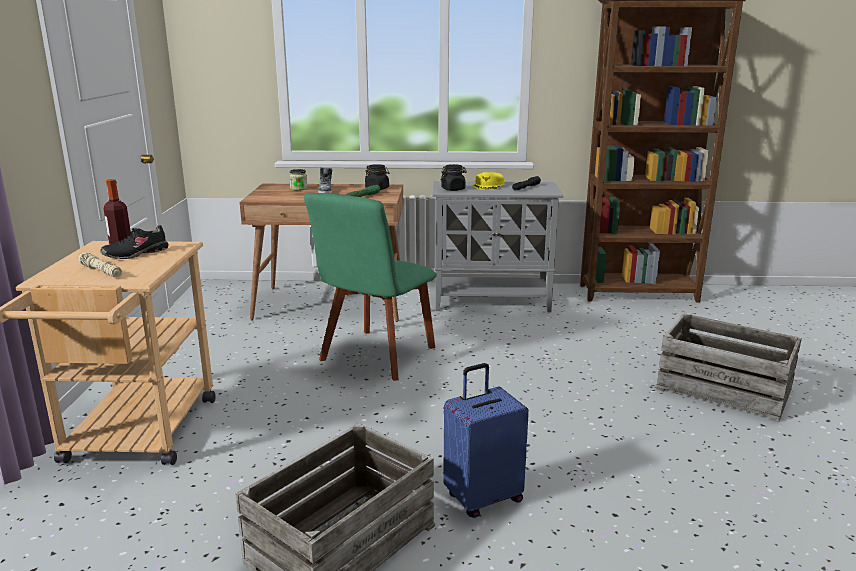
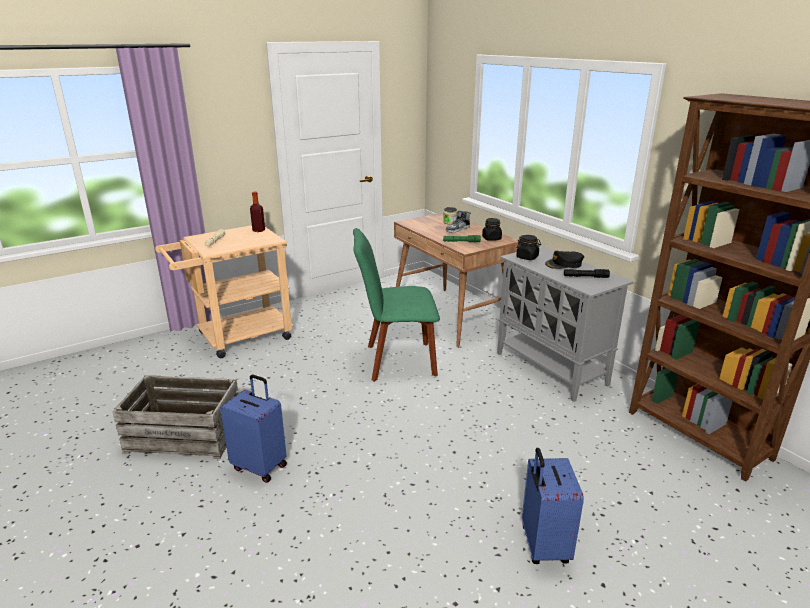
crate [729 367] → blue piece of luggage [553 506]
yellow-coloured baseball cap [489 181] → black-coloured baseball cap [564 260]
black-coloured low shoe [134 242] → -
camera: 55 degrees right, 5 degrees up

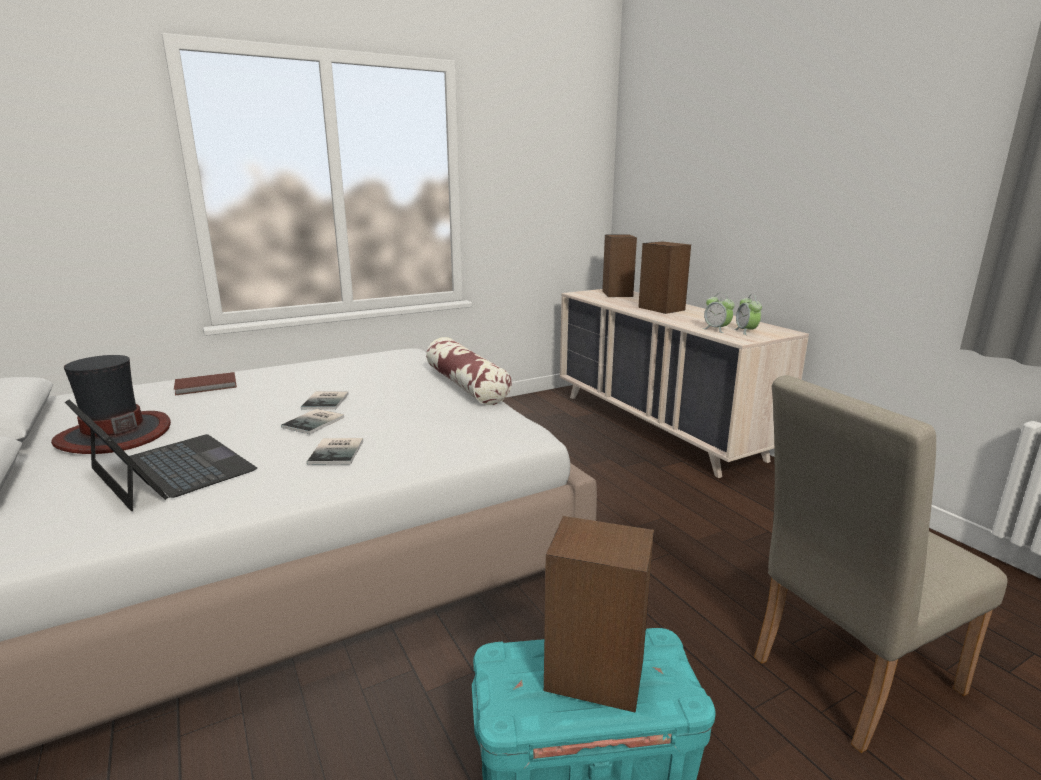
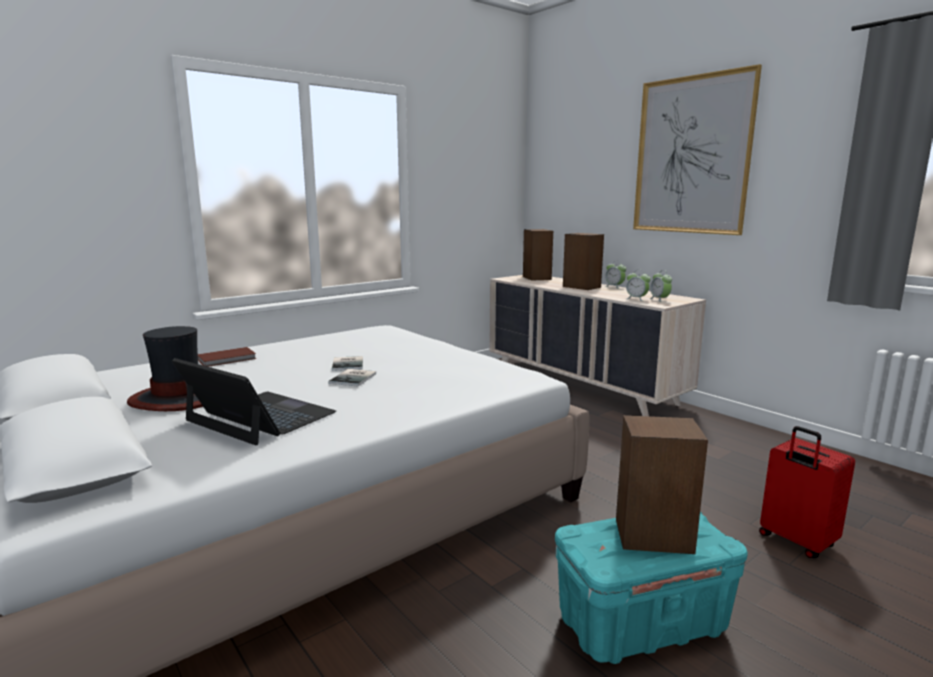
- → table clock [615 275]
- → wall art [697 149]
beige plain chair [881 564] → red piece of luggage [807 492]
volume [335 451] → -
pillow [469 371] → -
camera: 10 degrees left, 5 degrees down

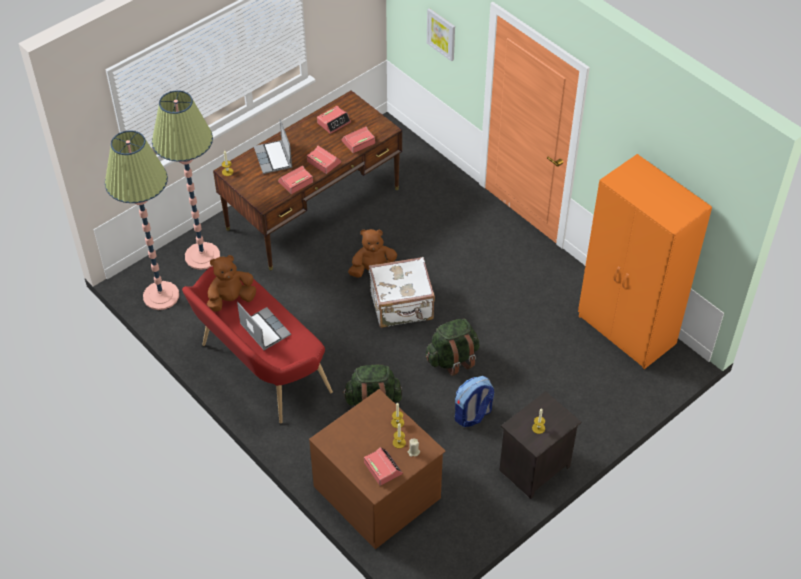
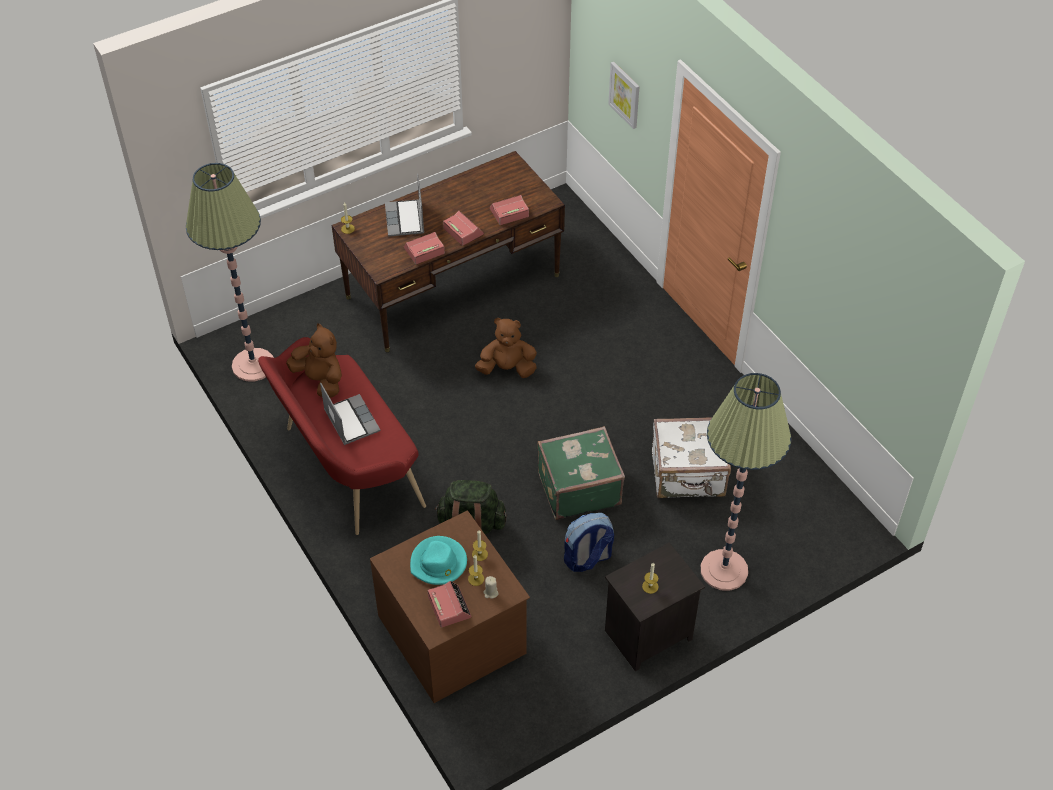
brown soft toy [231 283] → brown soft toy [314 360], 60 degrees clockwise
- → turquoise-coloured wearable hat [438 560]
green backpack [453 347] → green piece of luggage [581 473]
white piece of luggage [402 292] → white piece of luggage [691 458], move
floor lamp [186 180] → floor lamp [746 482], move
table clock [334 120] → -
orange wardrobe [645 261] → -
camera: 10 degrees right, 0 degrees up

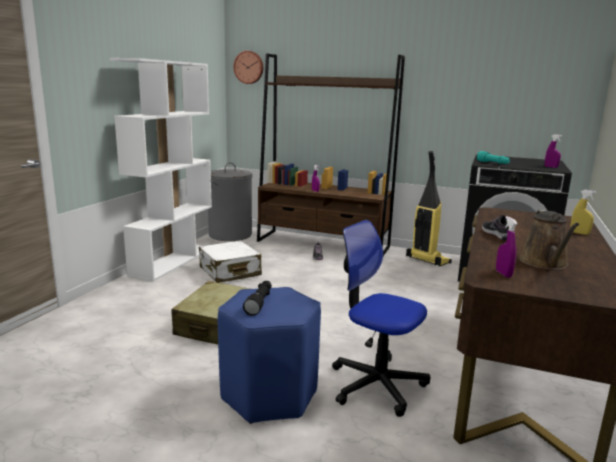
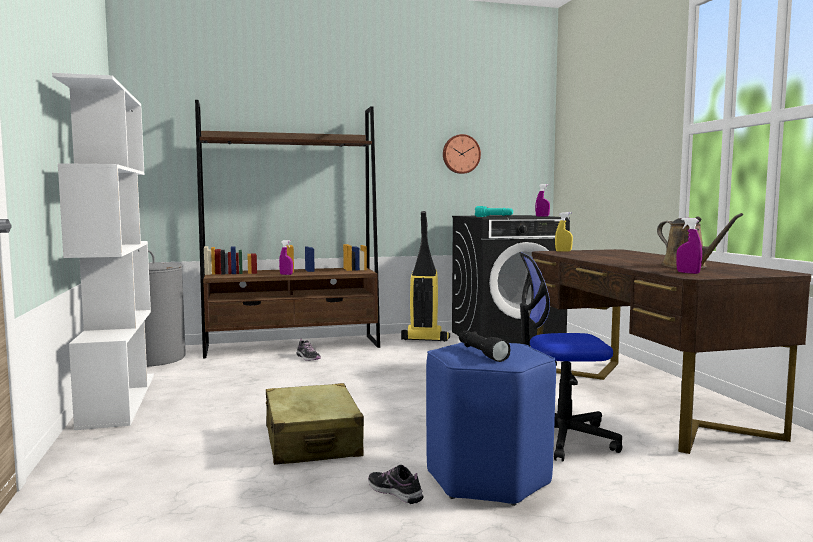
low shoe [495 228] → low shoe [395 484], move
clock on the wall [248 67] → clock on the wall [462 154], move
yellow-coloured spray bottle [583 212] → yellow-coloured spray bottle [564 232], move
white piece of luggage [230 261] → -
camera: 35 degrees left, 10 degrees down

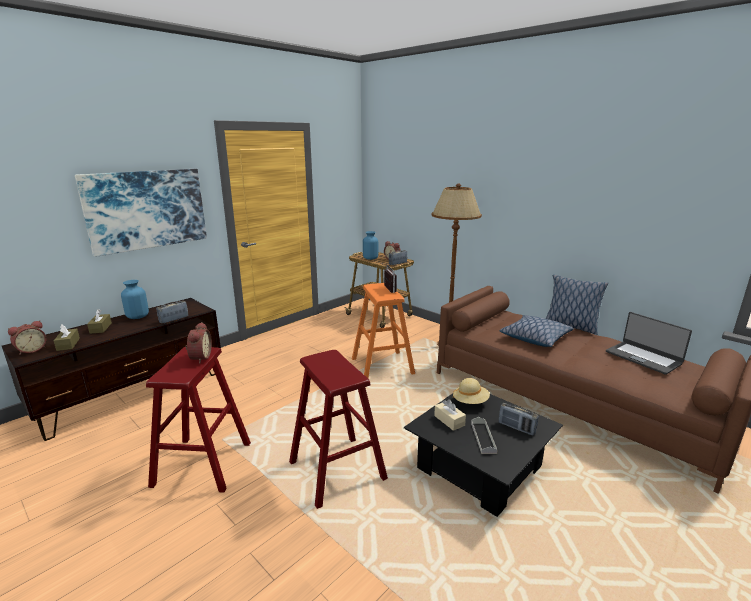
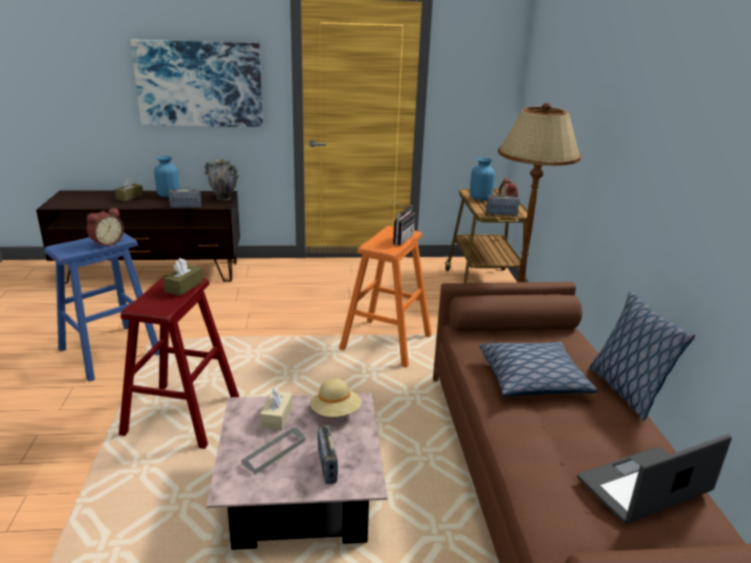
red sitting stool [198 420] → blue sitting stool [102 307]
brown tissue holder [67 338] → brown tissue holder [183 277], move
- → vase [221 180]
black-coloured lounge table [483 455] → pink lounge table [297 471]
laptop [649 343] → laptop [654 478], 60 degrees clockwise
table clock [27 337] → -
camera: 40 degrees right, 5 degrees up

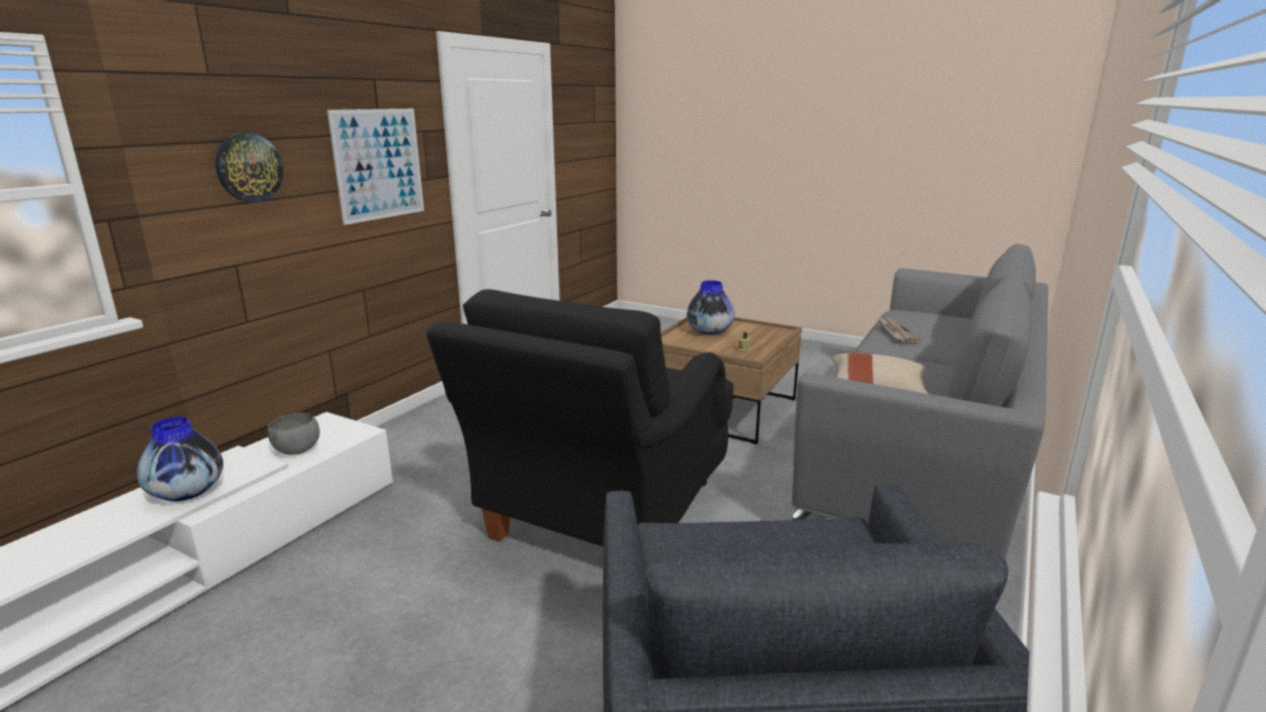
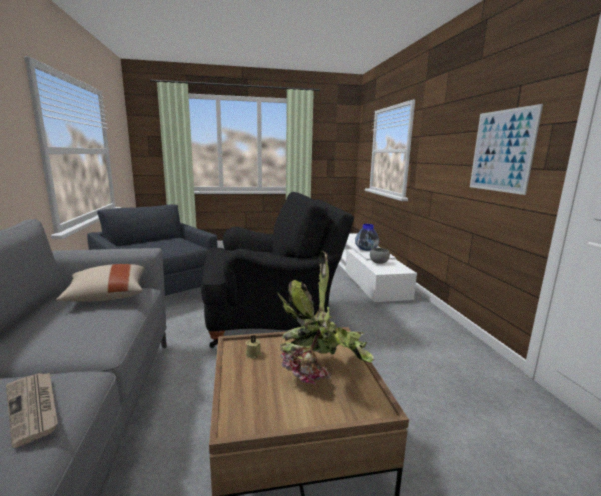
black-coloured armchair [579 418] → black-coloured armchair [277 270], 90 degrees clockwise
vase [711 307] → houseplant [326 317]
clock on the wall [249 167] → -
camera: 140 degrees right, 5 degrees down

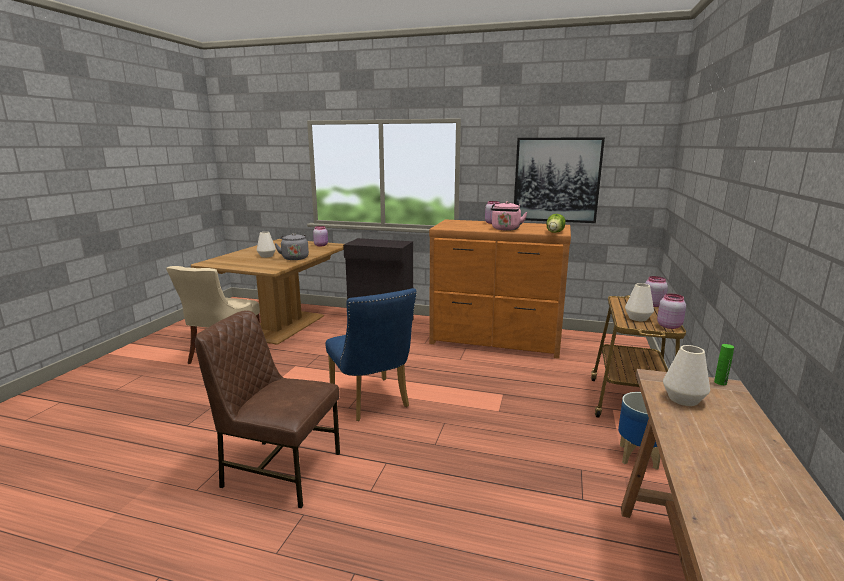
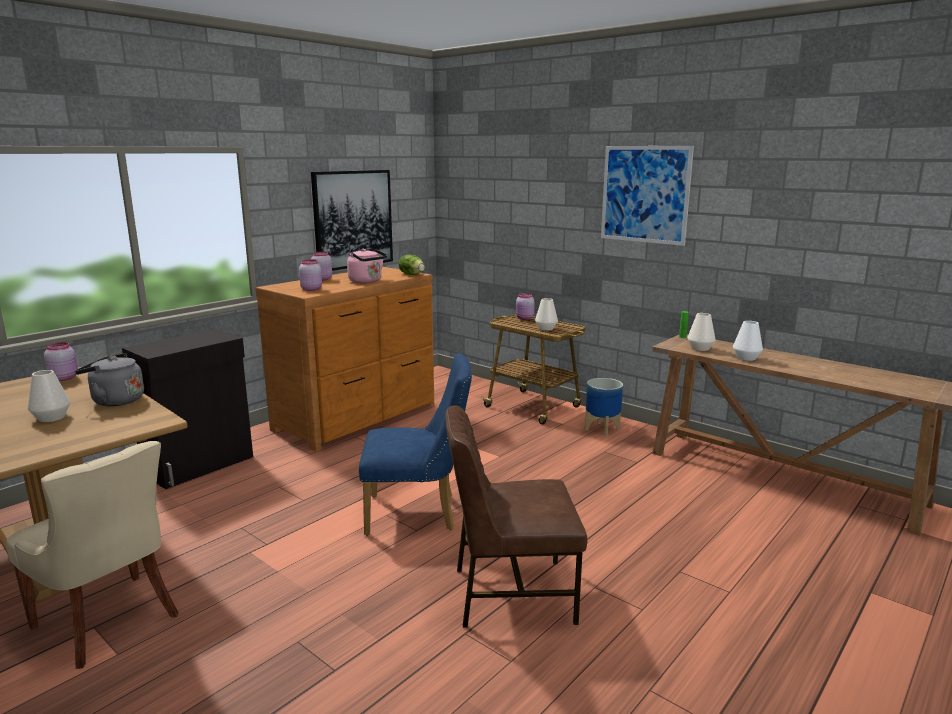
pink storage jar [671 311] → pink storage jar [310 275], move
brown plain chair [267 409] → brown plain chair [516 516], 45 degrees clockwise
- → wall art [647 196]
- → white vase [748 341]
camera: 65 degrees left, 0 degrees up

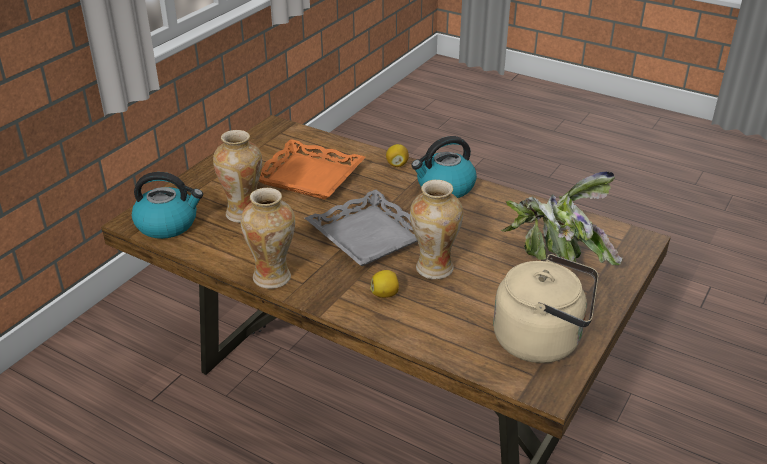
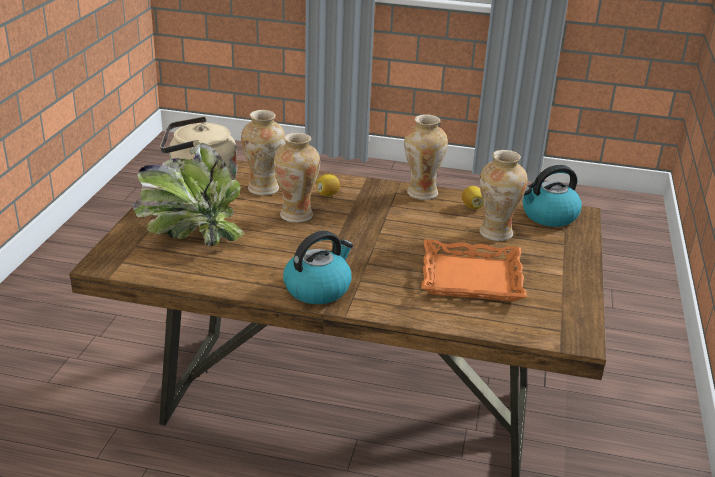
- → vase [263 153]
whole lemon [397 155] → whole lemon [473 197], move
greyish tray [361 227] → -
camera: 160 degrees right, 5 degrees down

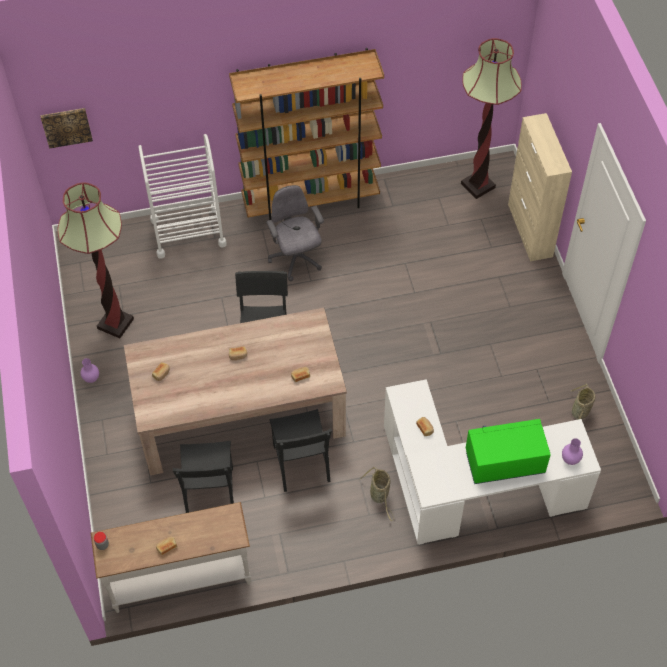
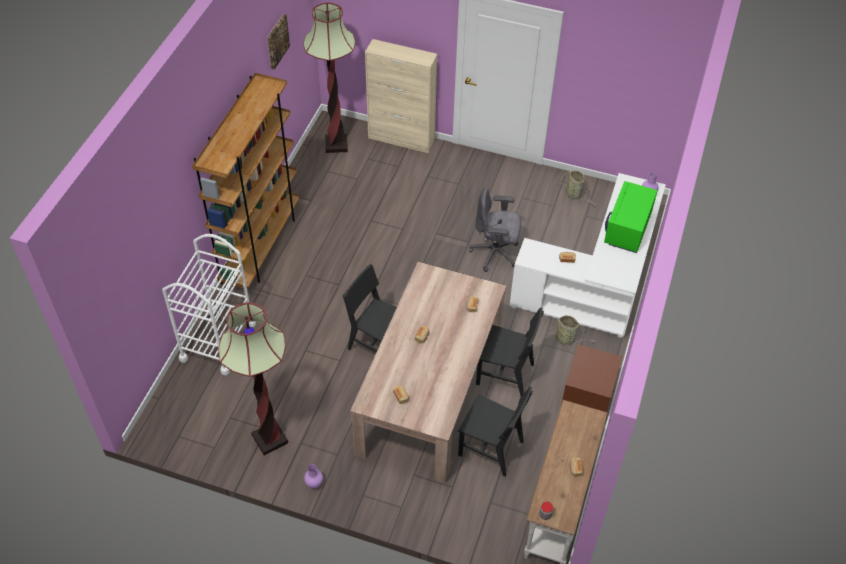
wall art [66 128] → wall art [278 42], move
greyish desk chair [295 233] → greyish desk chair [495 229], move
- → brown bedside table [591 378]
camera: 60 degrees left, 5 degrees down

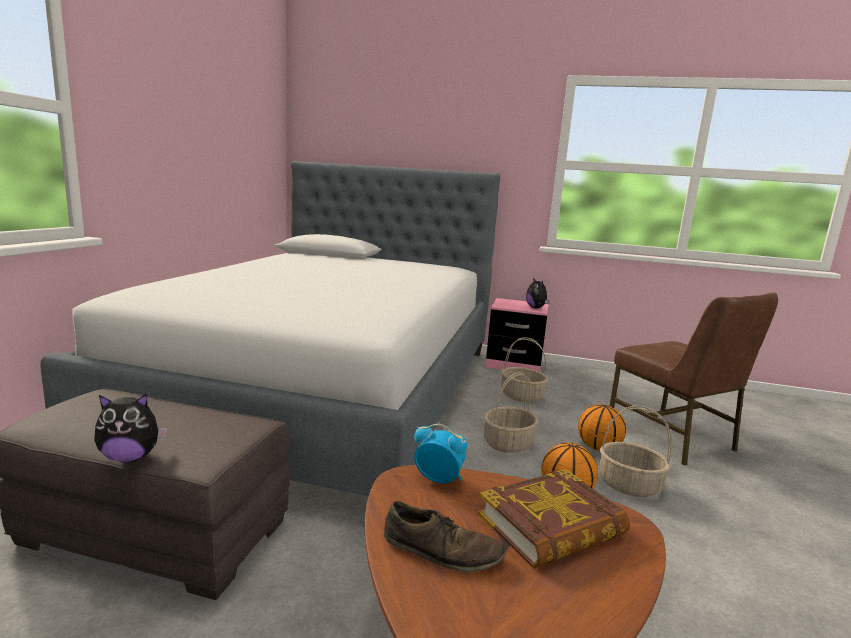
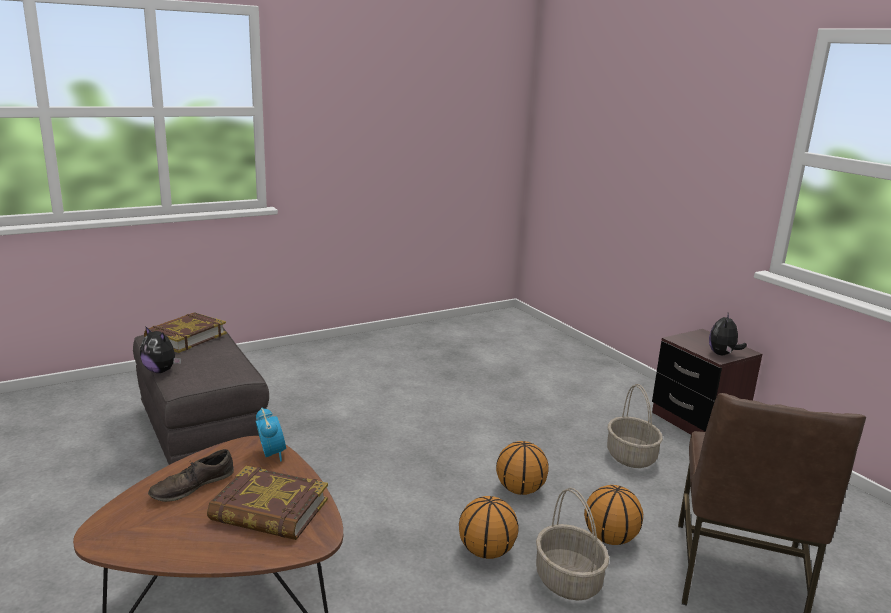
- → volume [185 332]
brown low shoe [445 536] → brown low shoe [191 475], 75 degrees clockwise
basket [511 412] → ball for basketball [522 468]
pink bedside table [517 335] → brown bedside table [707 382]
bedroom bed [270 328] → -
camera: 45 degrees right, 5 degrees up

